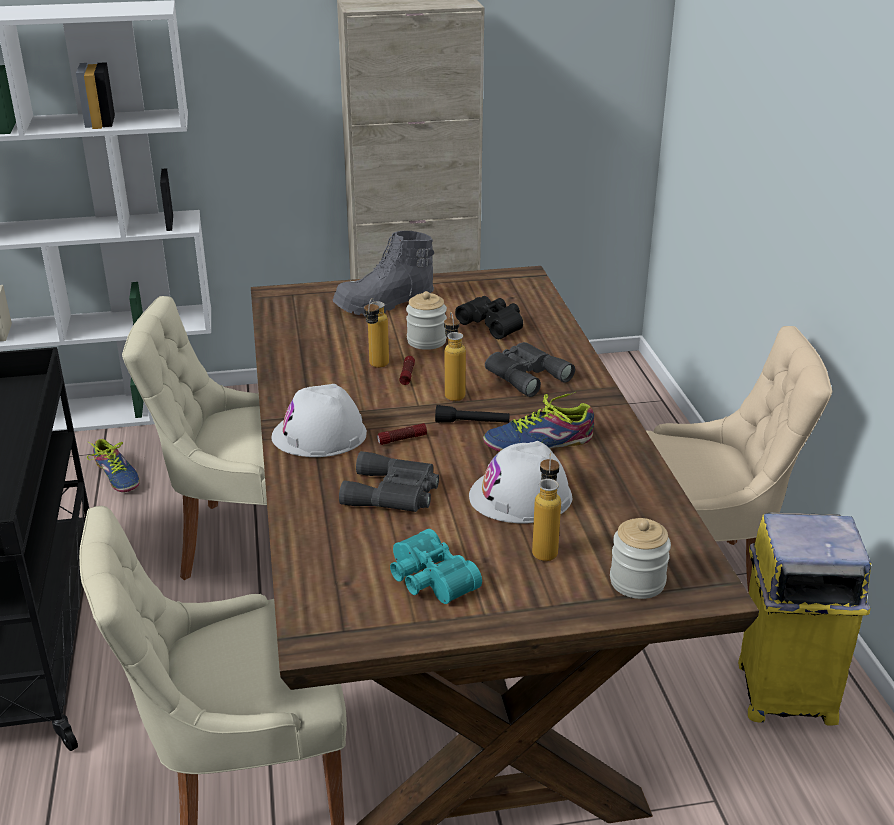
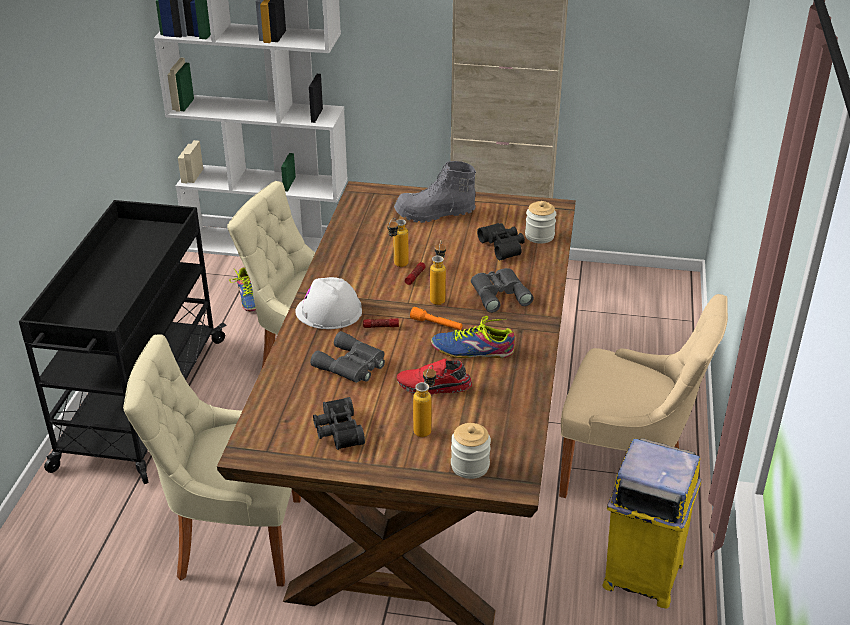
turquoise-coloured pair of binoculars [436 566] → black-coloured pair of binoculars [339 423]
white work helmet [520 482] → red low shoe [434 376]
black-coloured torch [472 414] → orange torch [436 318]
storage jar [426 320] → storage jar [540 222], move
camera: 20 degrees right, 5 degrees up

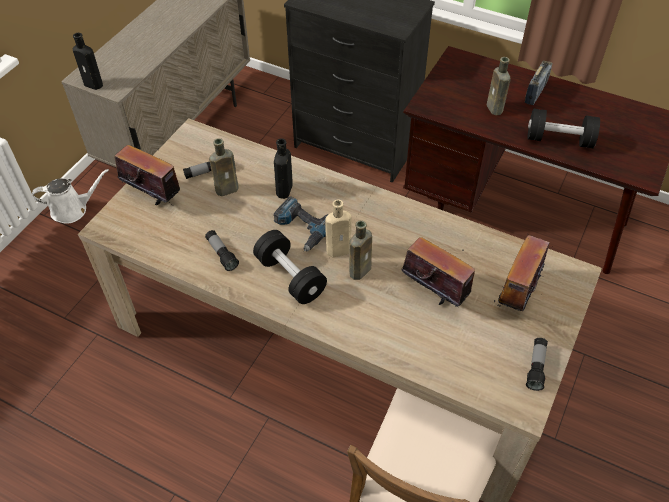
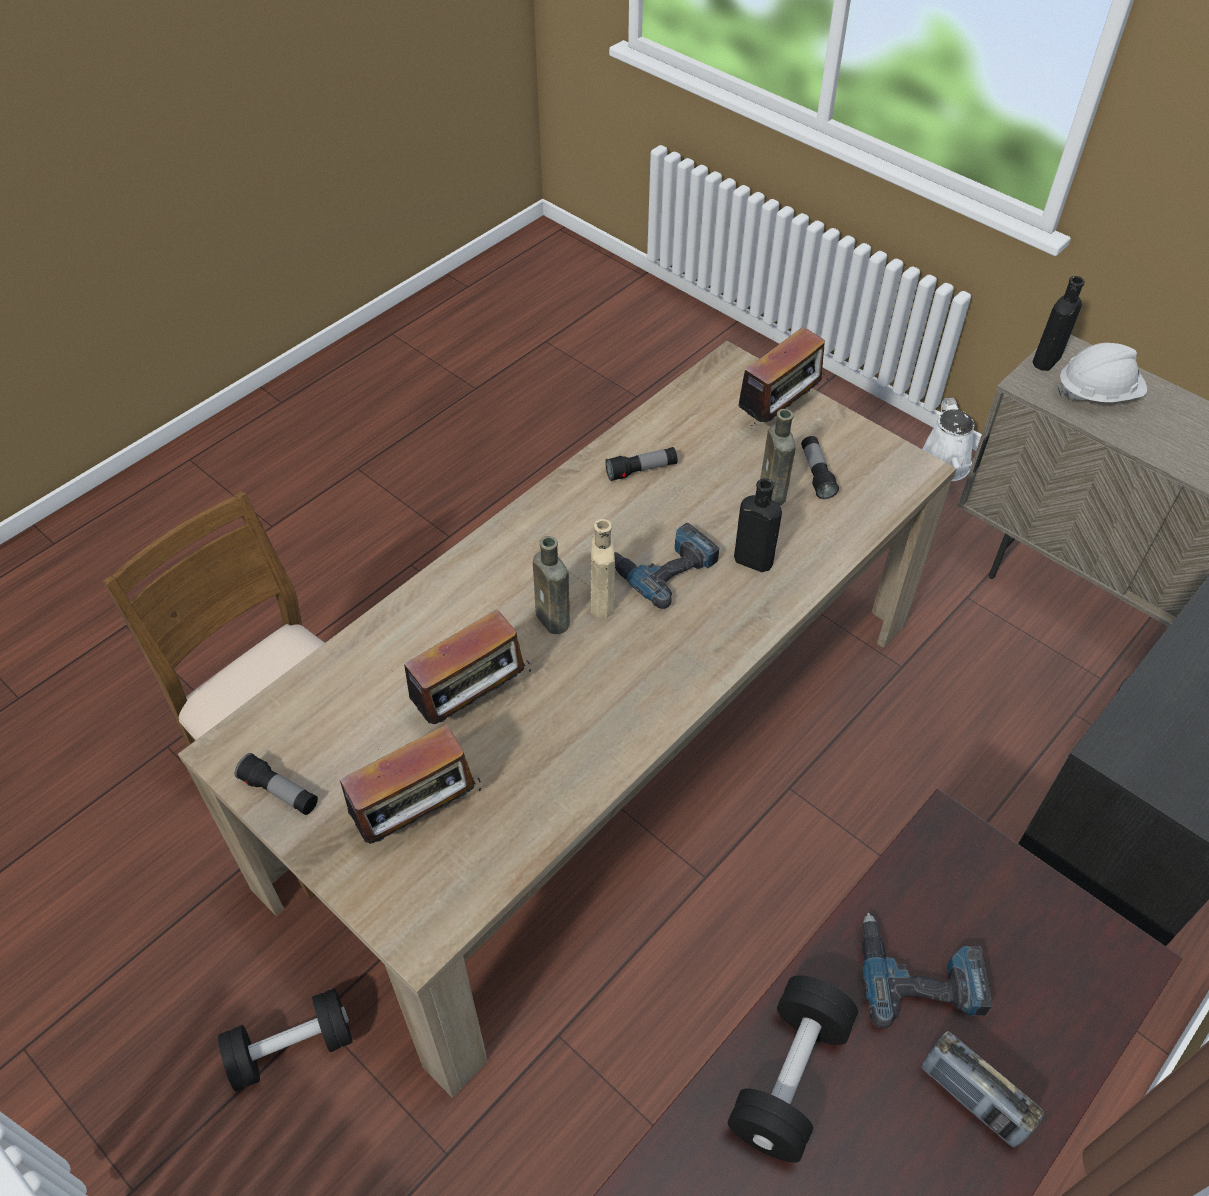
black-coloured free weight [290 267] → black-coloured free weight [285 1039], move
radio receiver [522 273] → radio receiver [404 784], 105 degrees clockwise
brown beverage bottle [498 86] → electric drill [927 971]
- → white work helmet [1102 372]
camera: 105 degrees right, 0 degrees up

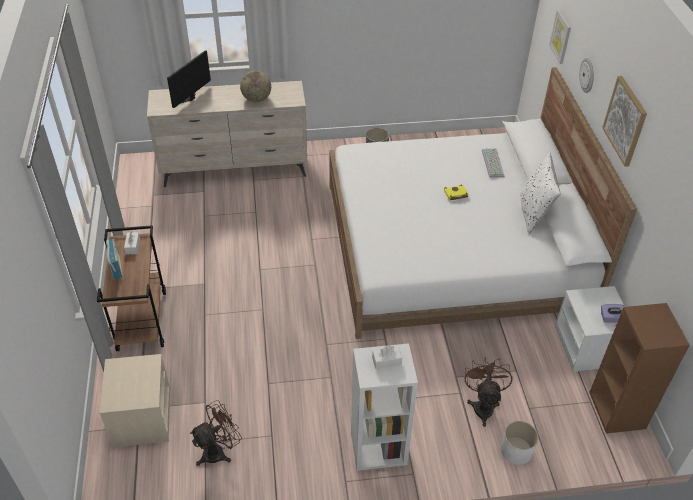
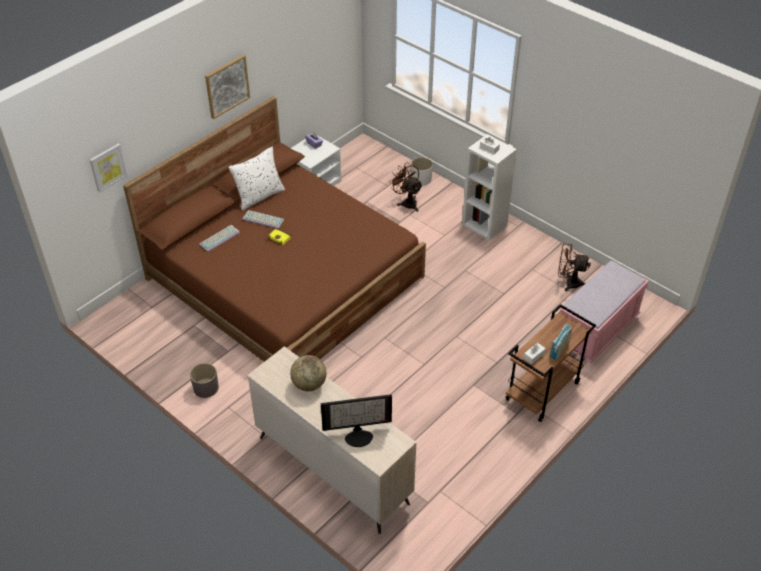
white bedroom bed [483 203] → brown bedroom bed [274 229]
- → keyboard [263 219]
brown electric fan [488 392] → brown electric fan [406 187], 90 degrees clockwise
beige bedside table [135 400] → pink long seat [604 312]
clock on the wall [586 75] → -
brown bookshelf [639 368] → -
camera: 130 degrees left, 0 degrees up

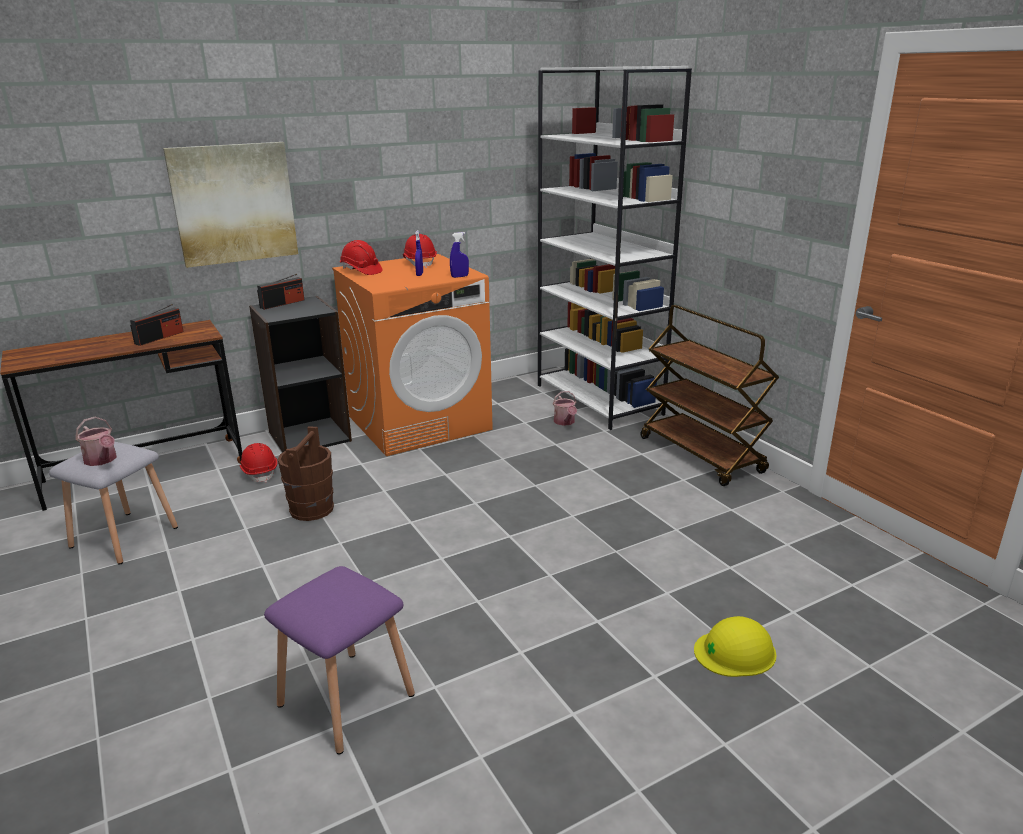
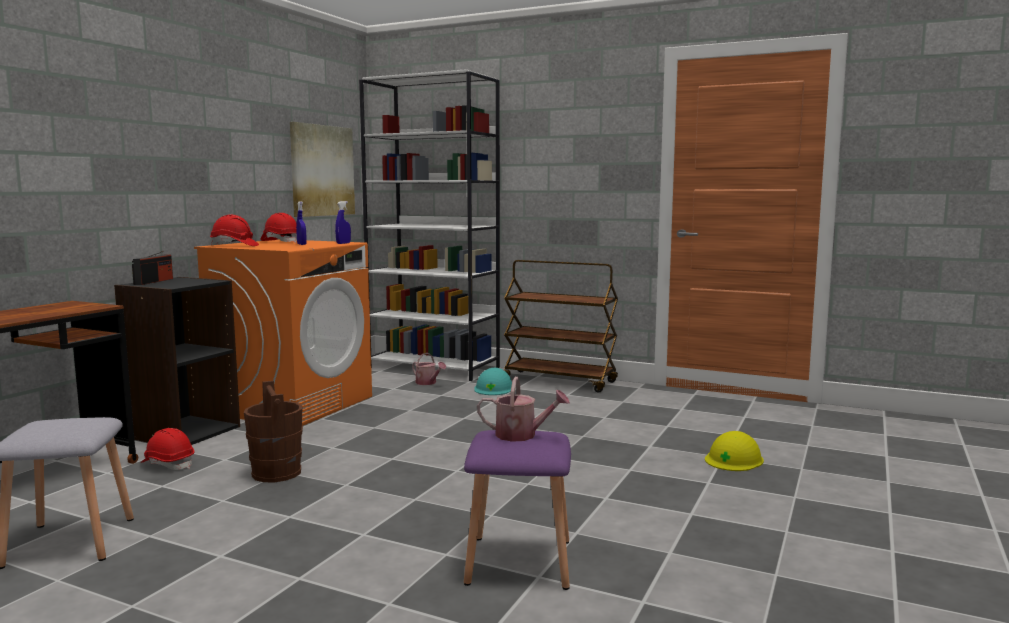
wall art [230 205] → wall art [322 169], move
- → turquoise-coloured work helmet [493 381]
sprinkling can [96 441] → sprinkling can [523 409], move
radio receiver [156 325] → -
camera: 35 degrees left, 15 degrees down

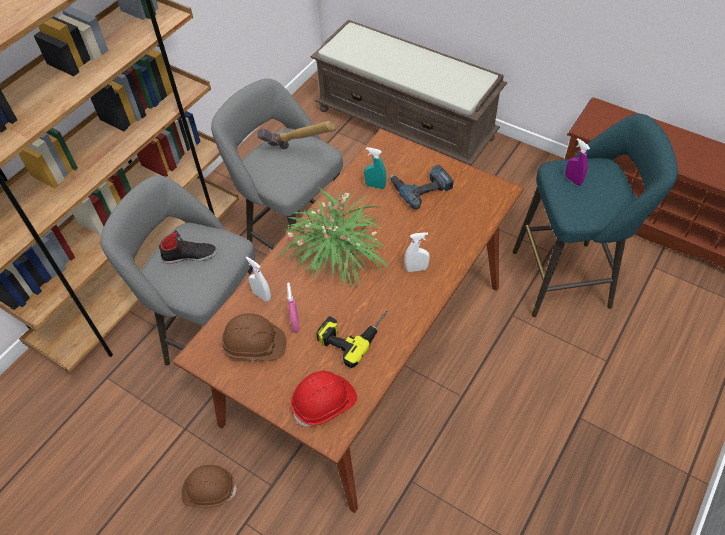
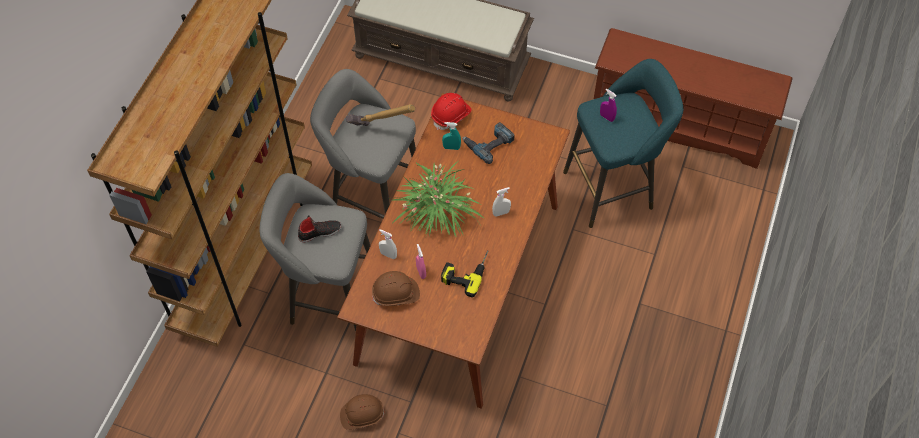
red work helmet [324 398] → red work helmet [451 111], move
camera: 15 degrees left, 5 degrees up

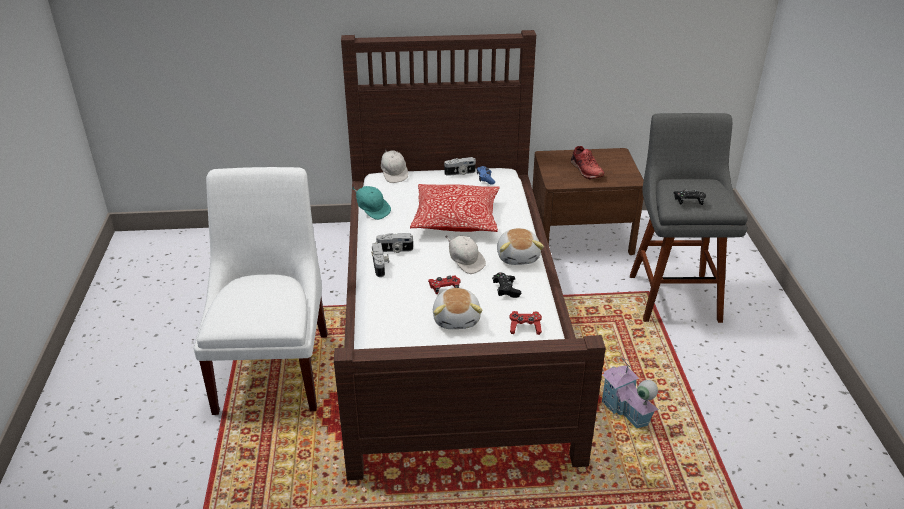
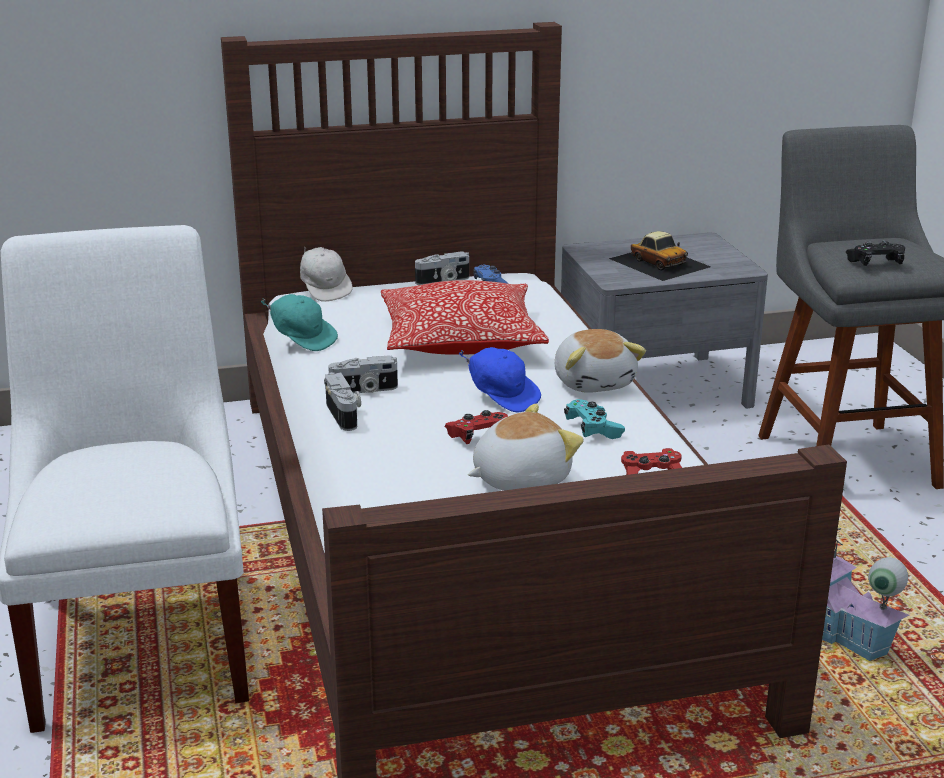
white baseball cap [465 254] → blue baseball cap [500 380]
soft toy [457 308] → soft toy [526 447], 105 degrees counterclockwise
brown bedside table [588 201] → greyish bedside table [664 320]
black-coloured joypad [506 285] → turquoise-coloured joypad [594 419]
red low shoe [587 162] → toy car [660 256]
camera: 10 degrees left, 10 degrees down

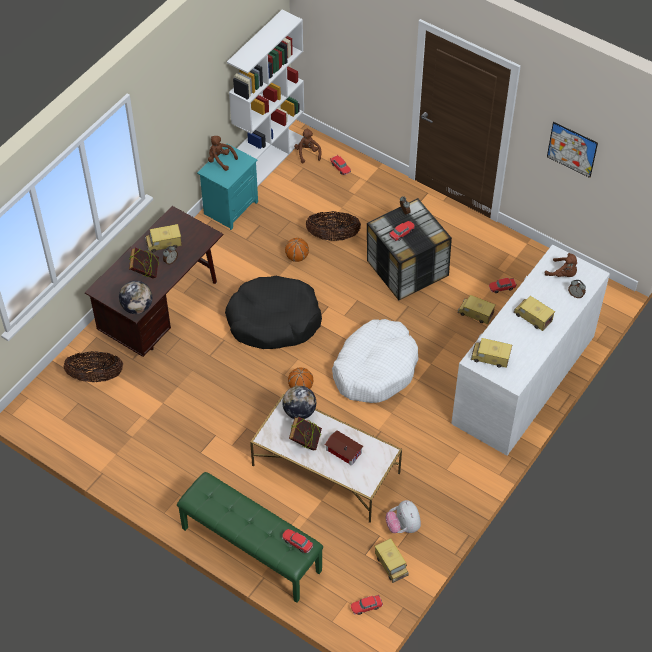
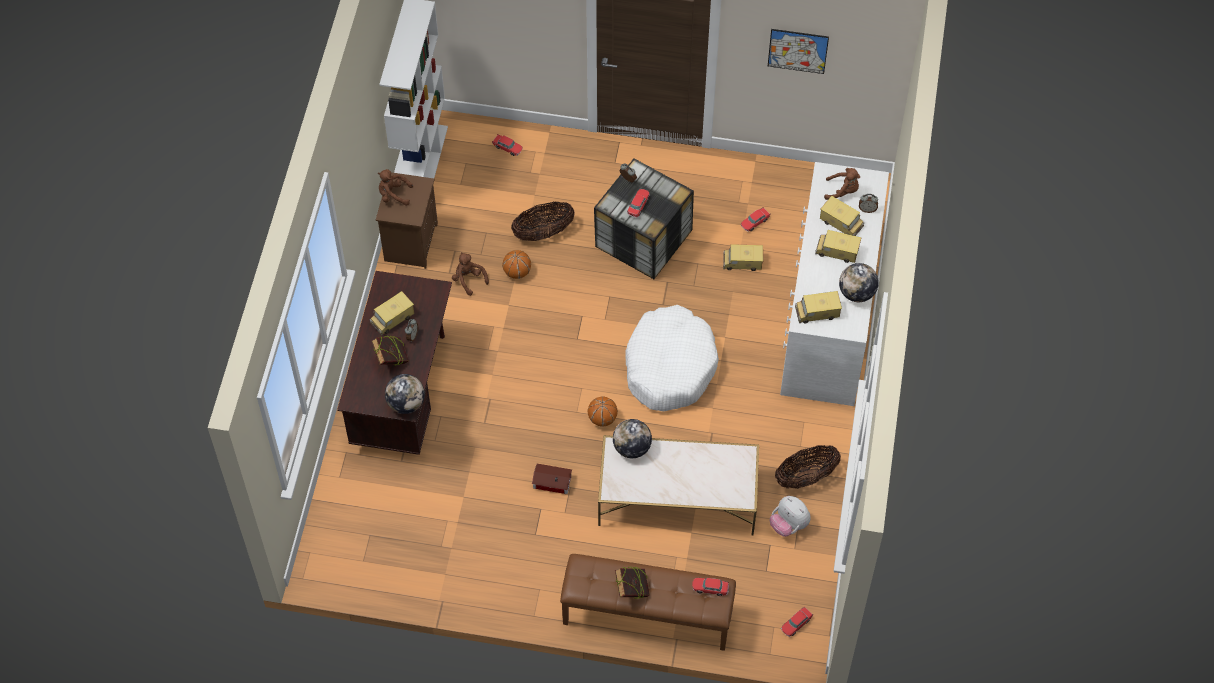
turquoise-coloured bedside table [227 187] → brown bedside table [407 220]
brown soft toy [307 145] → brown soft toy [470 274], move
miniature house [344 448] → miniature house [552 479], move
green long seat [250 537] → brown long seat [648 602]
volume [305 433] → volume [632 583], move
basket [93 366] → basket [808 467], move
toy truck [392 560] → toy truck [842 216], move
- → desk globe [859 282]
black-coloured dog bed [273 312] → -
camera: 25 degrees left, 5 degrees up

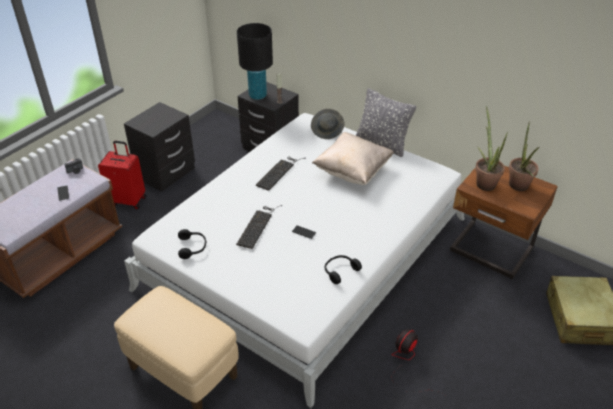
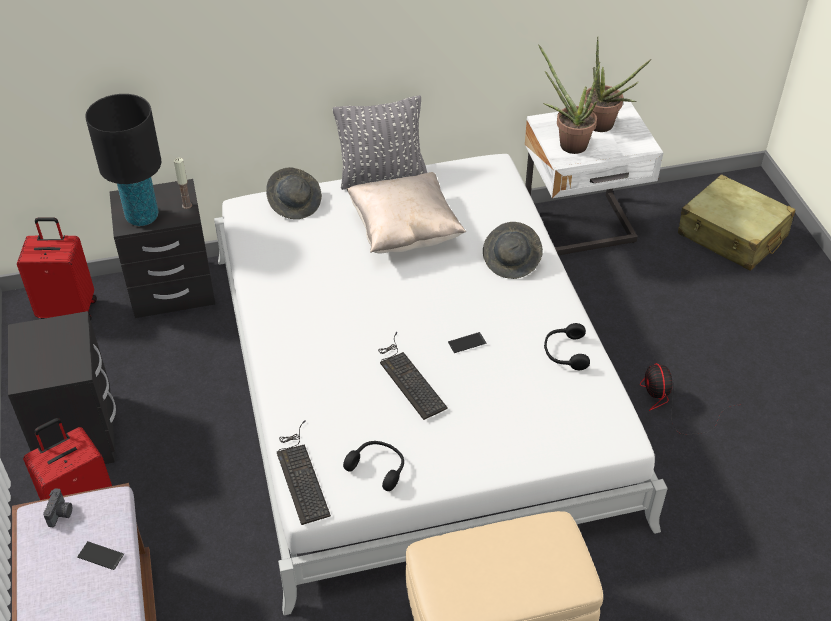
- → red piece of luggage [57 269]
keyboard [281 174] → keyboard [304 472], move
- → greyish wearable hat [513 250]
brown bedside table [504 222] → white bedside table [594 178]
camera: 50 degrees left, 5 degrees up

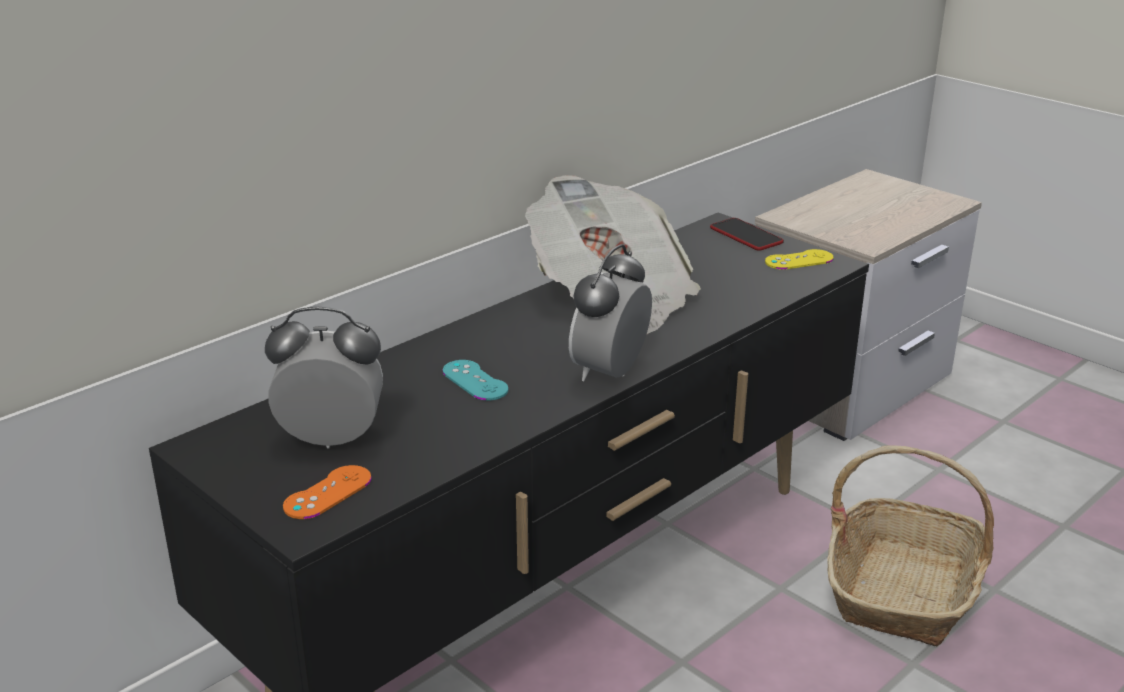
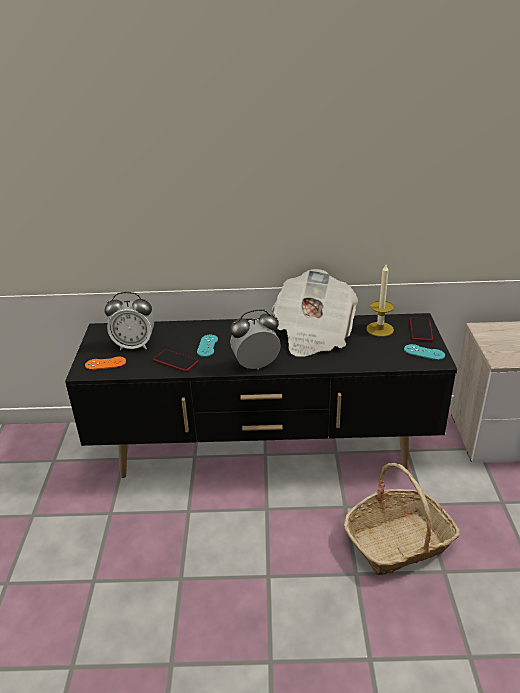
table clock [324 378] → table clock [129 321], 135 degrees clockwise
- → handset [175 360]
- → wax light [380 300]
yellow-coloured joypad [799 259] → turquoise-coloured joypad [424 352]
camera: 45 degrees right, 5 degrees up

